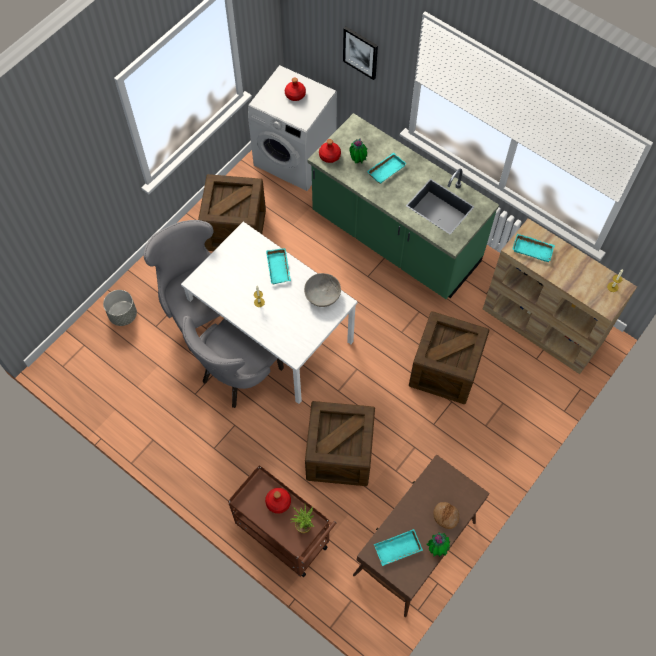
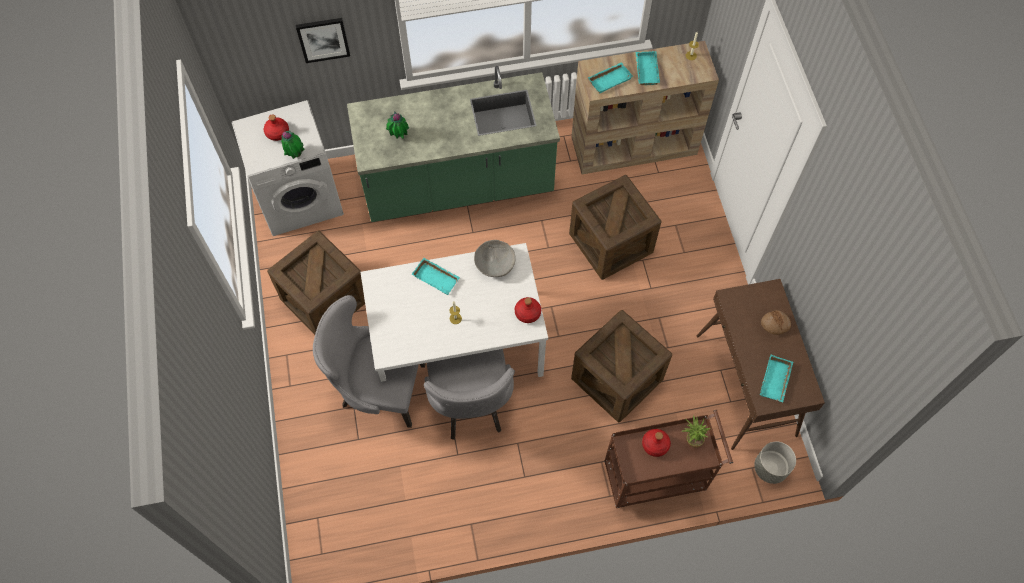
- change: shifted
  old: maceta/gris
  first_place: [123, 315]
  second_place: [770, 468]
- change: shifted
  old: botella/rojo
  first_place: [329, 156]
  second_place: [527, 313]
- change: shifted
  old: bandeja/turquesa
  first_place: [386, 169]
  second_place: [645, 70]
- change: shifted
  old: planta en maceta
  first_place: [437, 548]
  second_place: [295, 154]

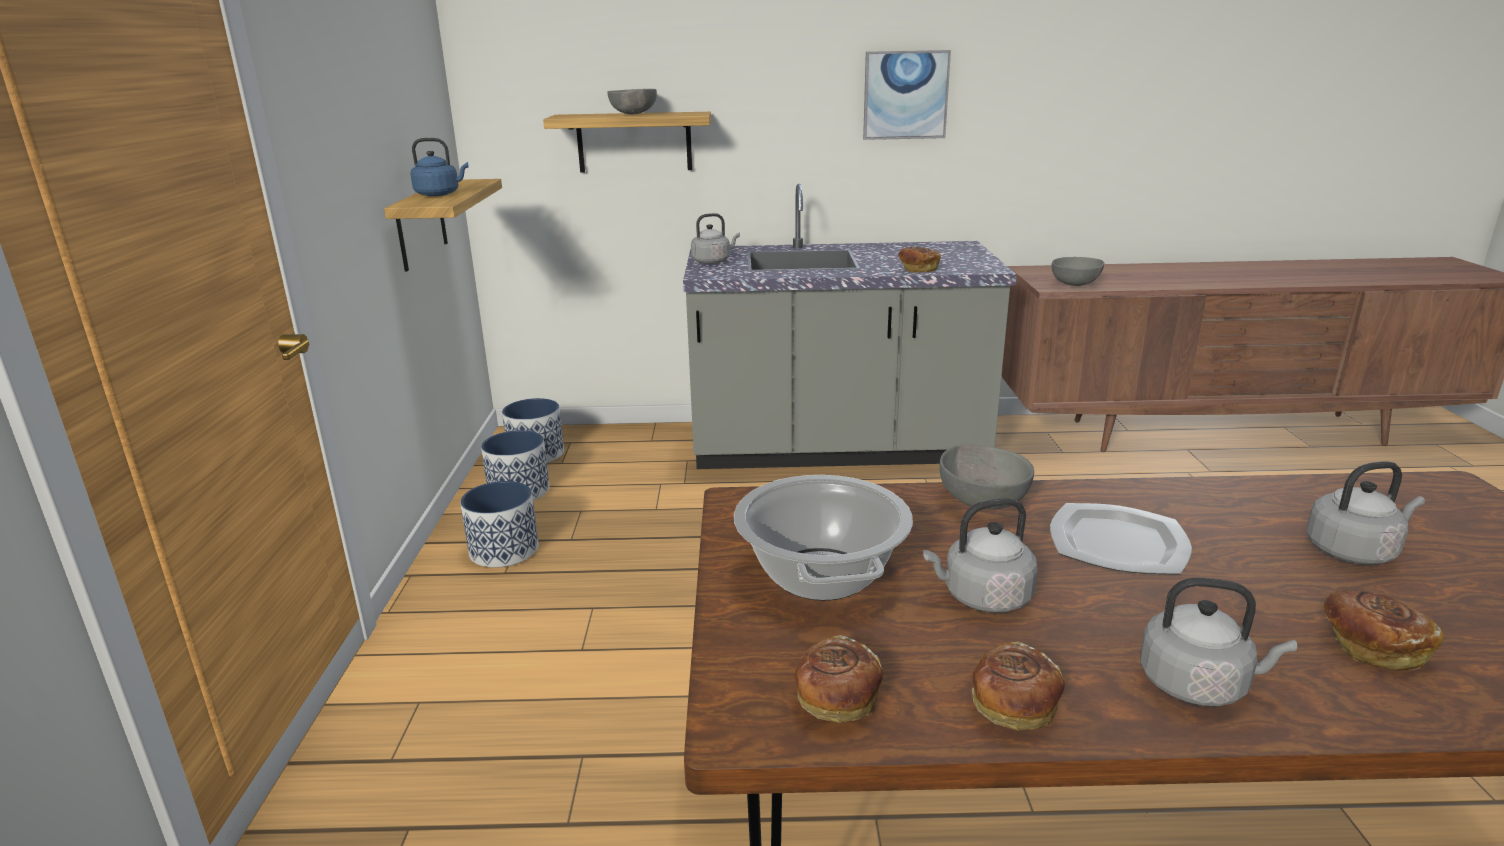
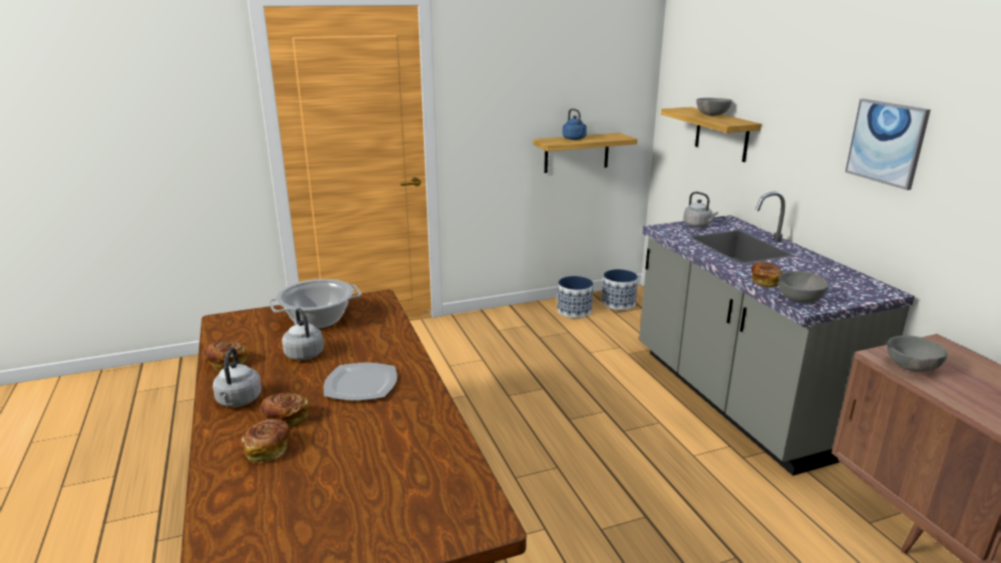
- change: gone
  old: maceta
  first_place: [504, 550]
- change: gone
  old: hervidor/gris
  first_place: [1354, 551]
- change: shifted
  old: pan
  first_place: [836, 701]
  second_place: [285, 419]
- change: shifted
  old: cuenco/gris
  first_place: [983, 500]
  second_place: [801, 299]

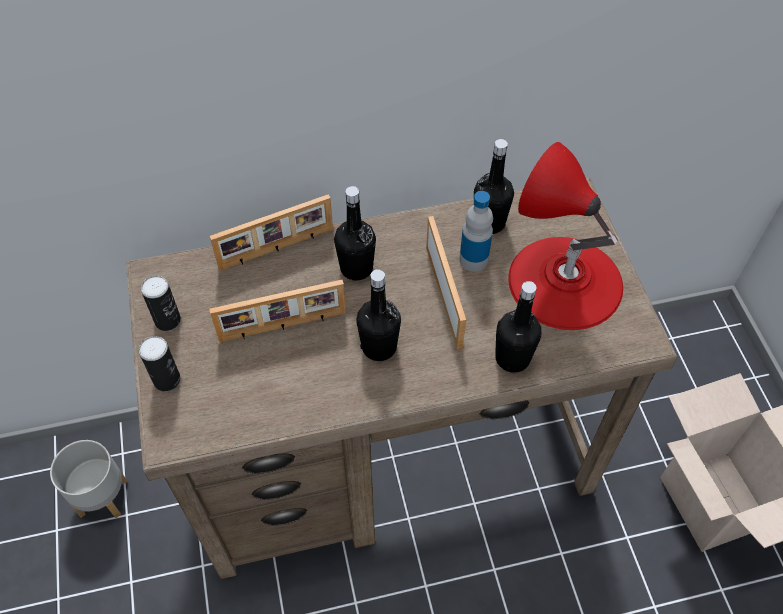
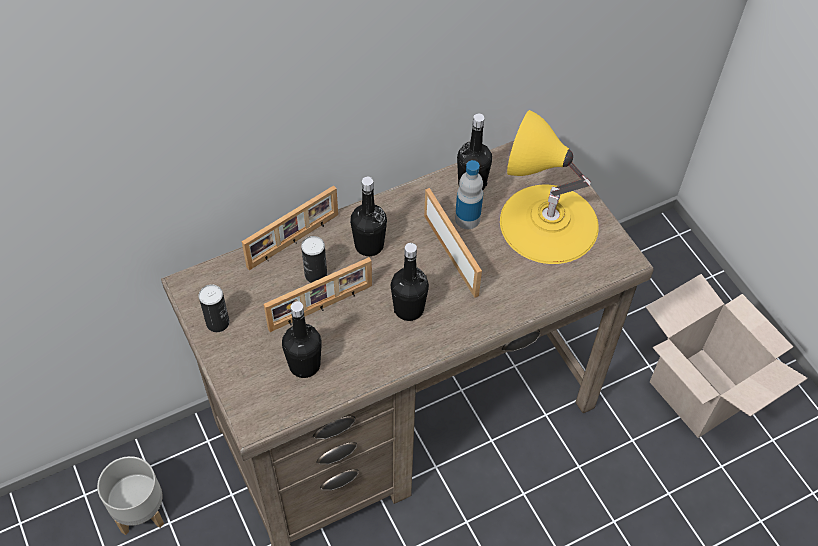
- change: shifted
  old: lata
  first_place: [167, 379]
  second_place: [315, 274]
- change: shifted
  old: botella/negro
  first_place: [512, 358]
  second_place: [304, 365]
- change: repainted
  old: lámpara de mesa/rojo
  new: lámpara de mesa/amarillo
  first_place: [564, 282]
  second_place: [548, 223]

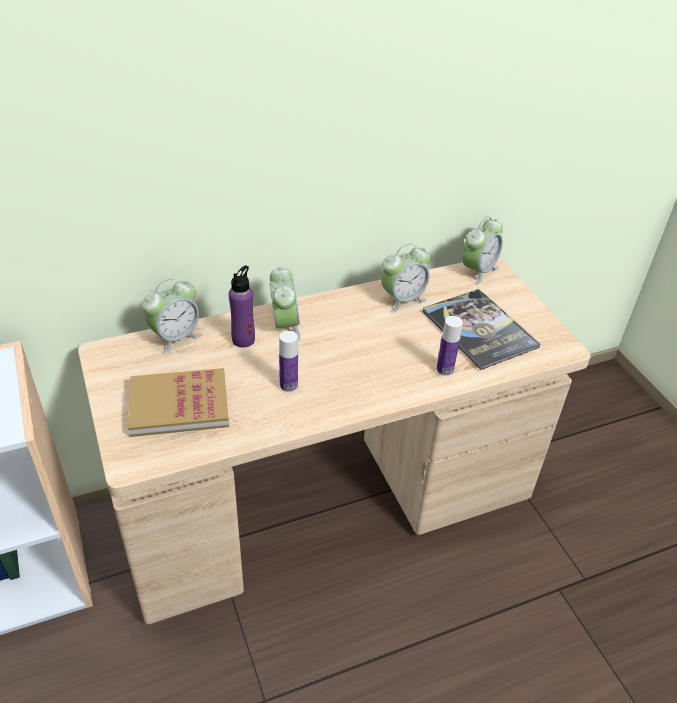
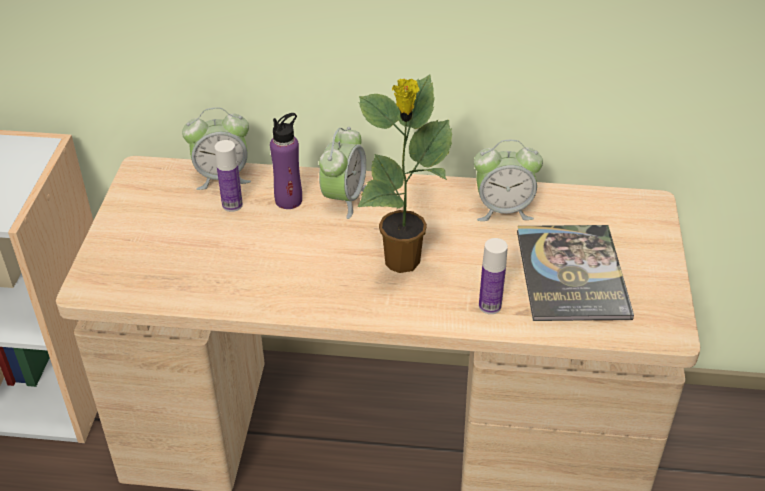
- change: gone
  old: libro
  first_place: [179, 405]
- change: gone
  old: despertador
  first_place: [478, 271]
- change: new
  new: planta en maceta
  second_place: [402, 262]
- change: shifted
  old: botella
  first_place: [288, 385]
  second_place: [232, 205]

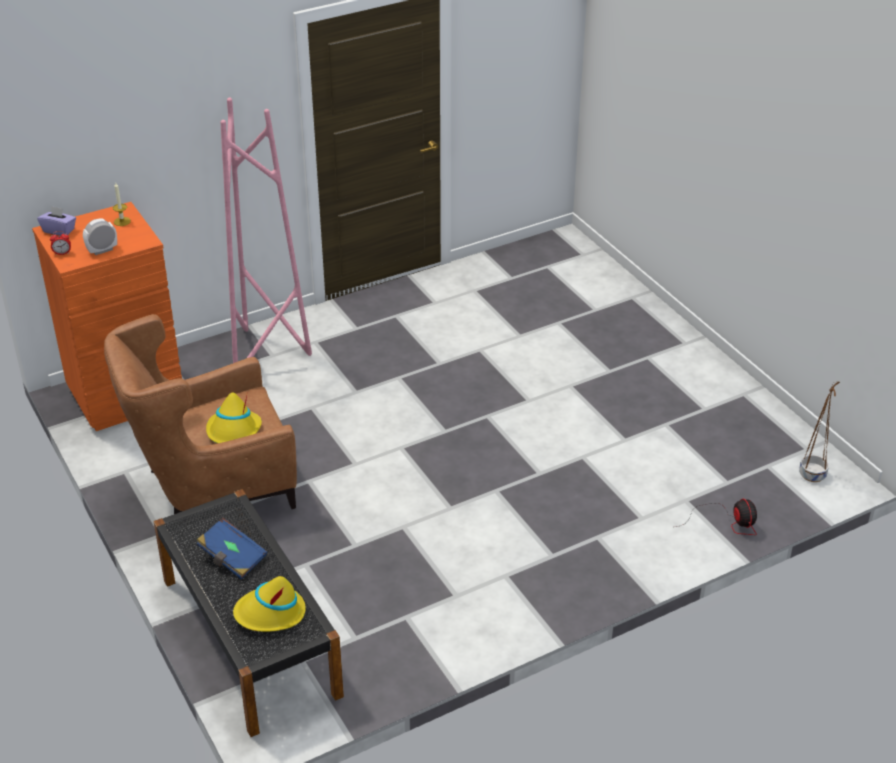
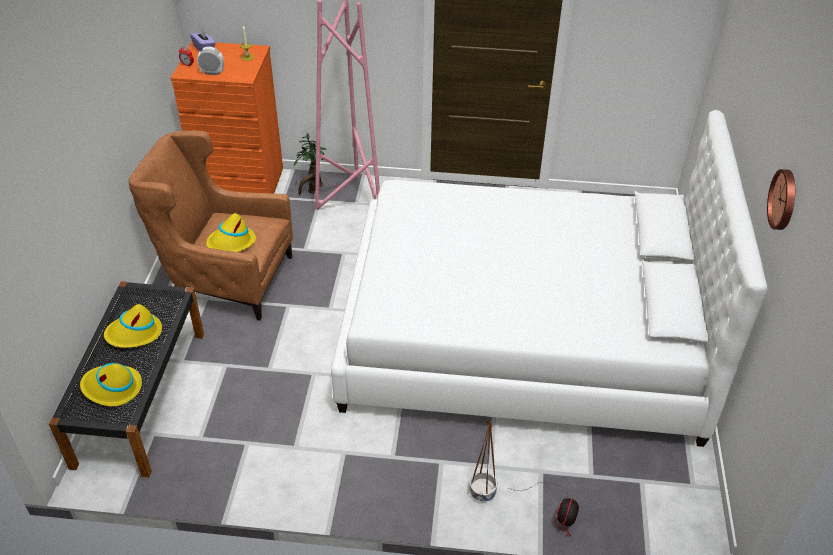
- change: new
  new: planta en maceta
  second_place: [312, 189]
- change: new
  new: cama/blanco
  second_place: [522, 336]
- change: new
  new: reloj de pared
  second_place: [784, 199]
- change: shifted
  old: maceta/marrón
  first_place: [812, 475]
  second_place: [482, 492]
- change: swapped
  old: libro/azul
  new: sombrero/amarillo
  first_place: [232, 558]
  second_place: [134, 334]

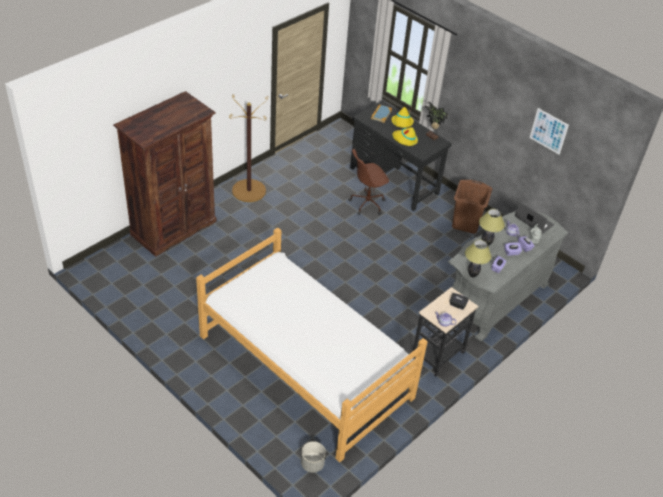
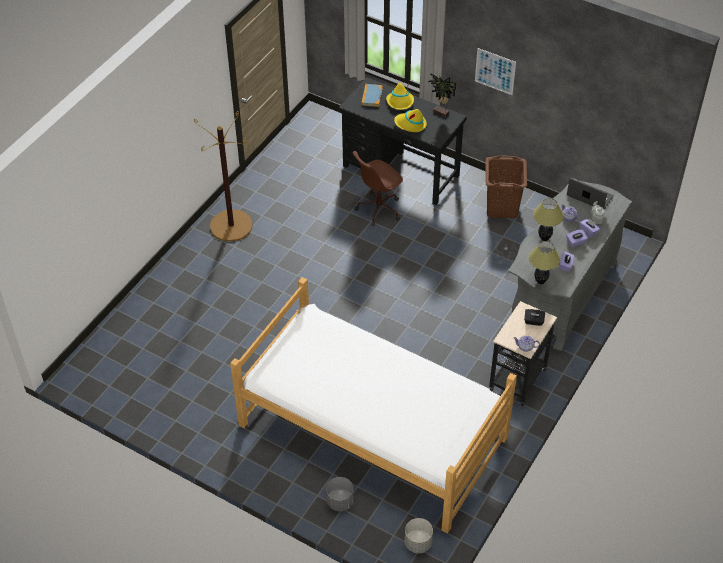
- change: gone
  old: armario ropero/marrón
  first_place: [174, 228]
- change: new
  new: maceta/gris
  second_place: [340, 502]
- change: shifted
  old: cuadro
  first_place: [548, 131]
  second_place: [495, 71]

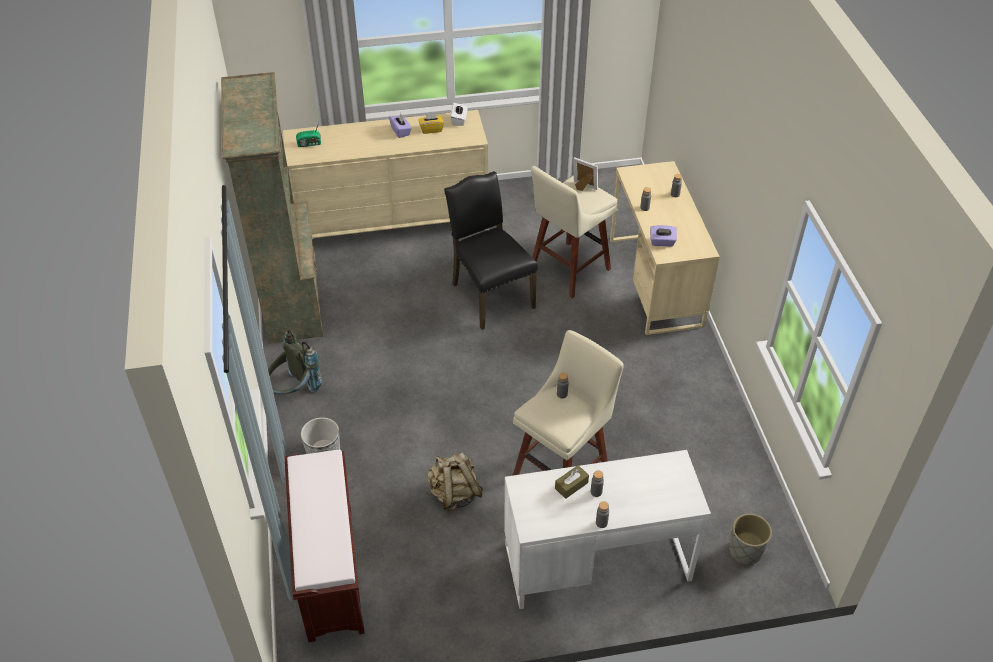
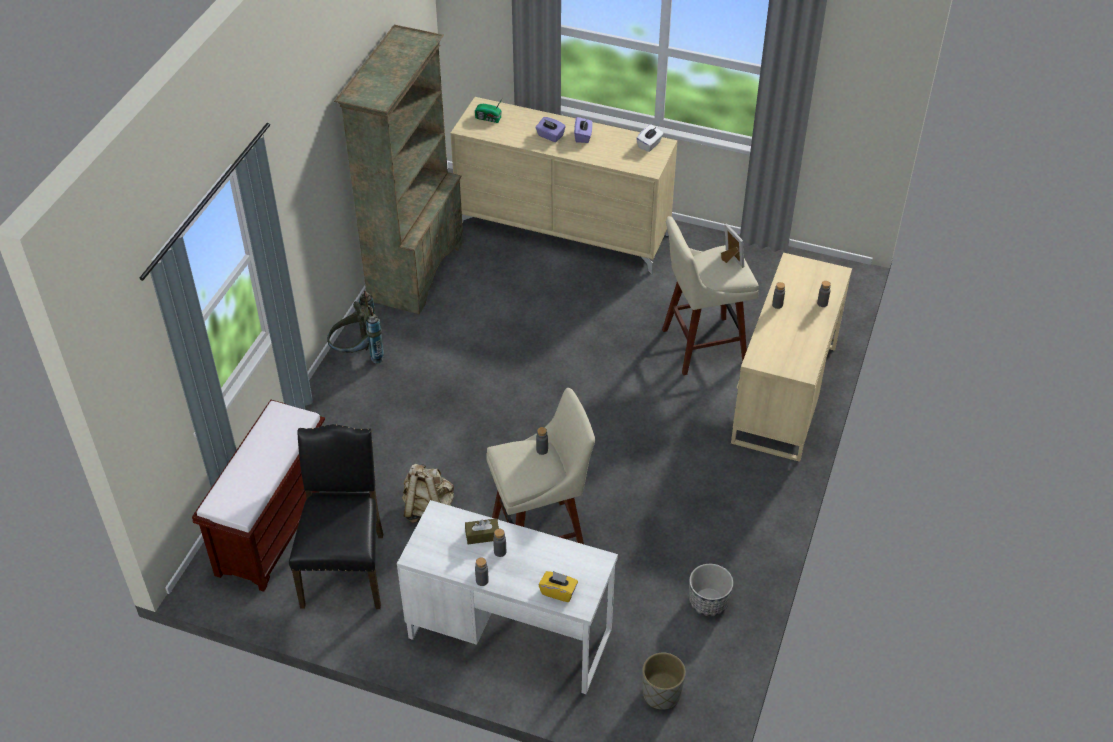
- change: shifted
  old: maceta
  first_place: [323, 451]
  second_place: [708, 602]
- change: shifted
  old: caja de pañuelos/amarillo
  first_place: [431, 129]
  second_place: [558, 592]
- change: shifted
  old: silla/negro
  first_place: [490, 295]
  second_place: [346, 567]
- change: shifted
  old: caja de pañuelos/morado
  first_place: [662, 242]
  second_place: [550, 136]

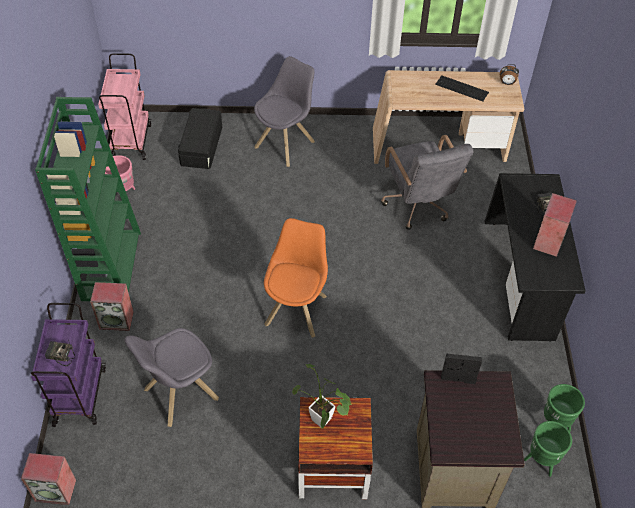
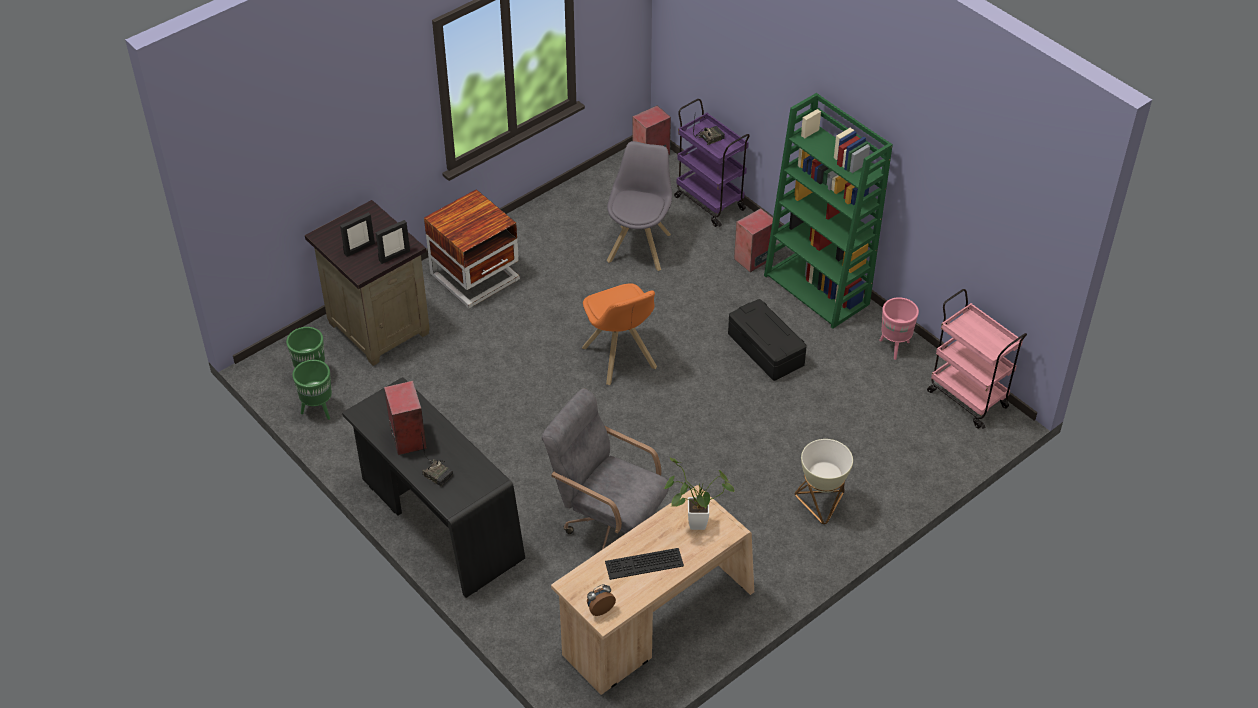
- change: new
  new: portarretratos
  second_place: [359, 248]
- change: shifted
  old: caja de almacenaje/negro
  first_place: [202, 147]
  second_place: [764, 350]
- change: shifted
  old: planta en maceta
  first_place: [324, 423]
  second_place: [692, 523]
- change: swapped
  old: silla/gris
  new: maceta
  first_place: [285, 144]
  second_place: [820, 504]

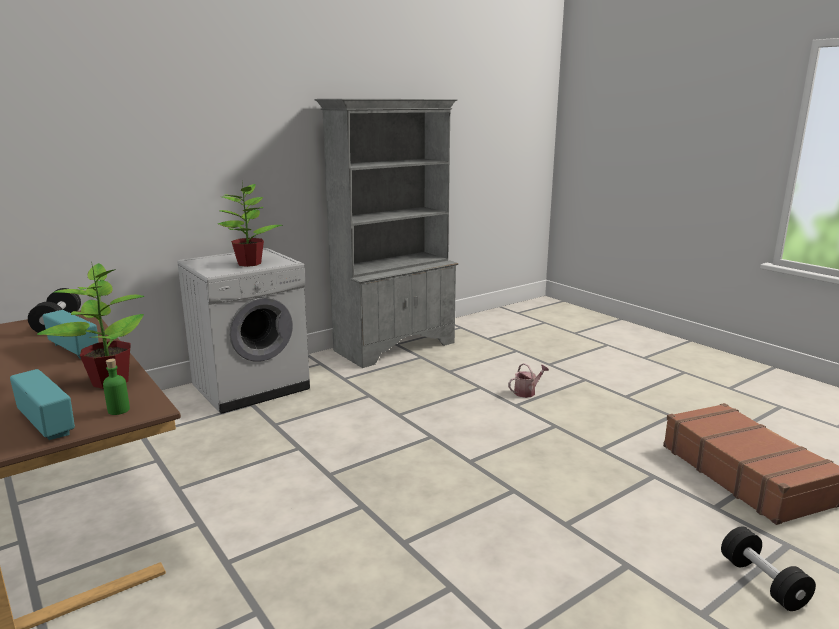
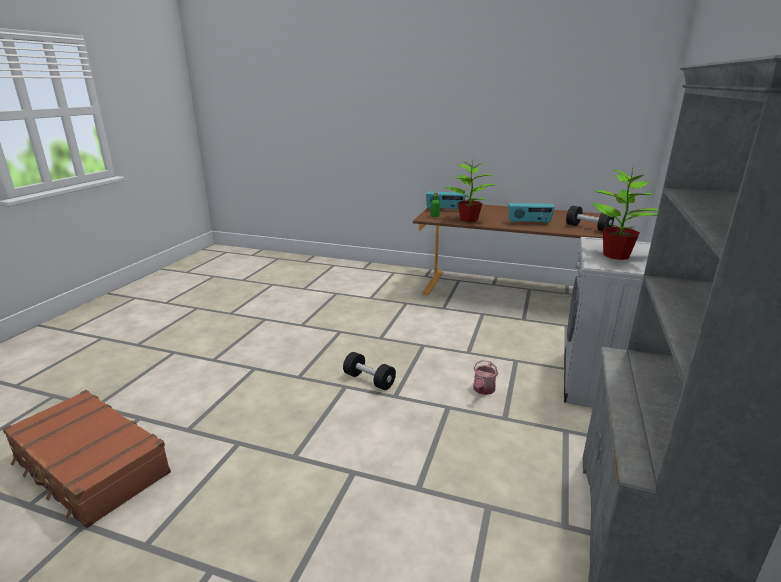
- change: shifted
  old: regadera
  first_place: [527, 392]
  second_place: [483, 390]
- change: shifted
  old: mancuerna/negro
  first_place: [762, 582]
  second_place: [369, 380]

